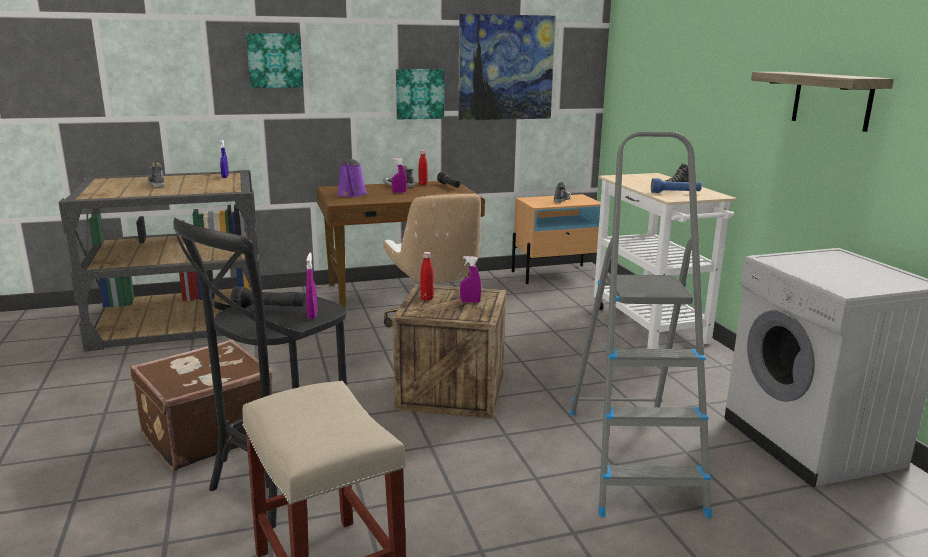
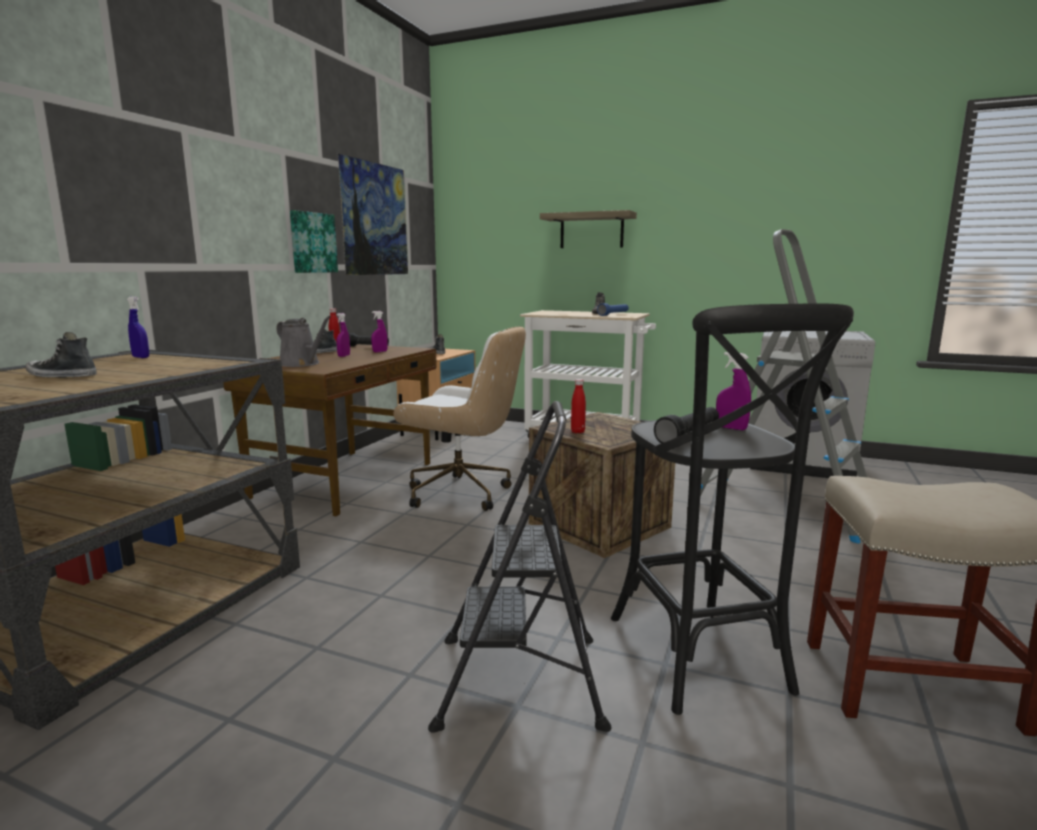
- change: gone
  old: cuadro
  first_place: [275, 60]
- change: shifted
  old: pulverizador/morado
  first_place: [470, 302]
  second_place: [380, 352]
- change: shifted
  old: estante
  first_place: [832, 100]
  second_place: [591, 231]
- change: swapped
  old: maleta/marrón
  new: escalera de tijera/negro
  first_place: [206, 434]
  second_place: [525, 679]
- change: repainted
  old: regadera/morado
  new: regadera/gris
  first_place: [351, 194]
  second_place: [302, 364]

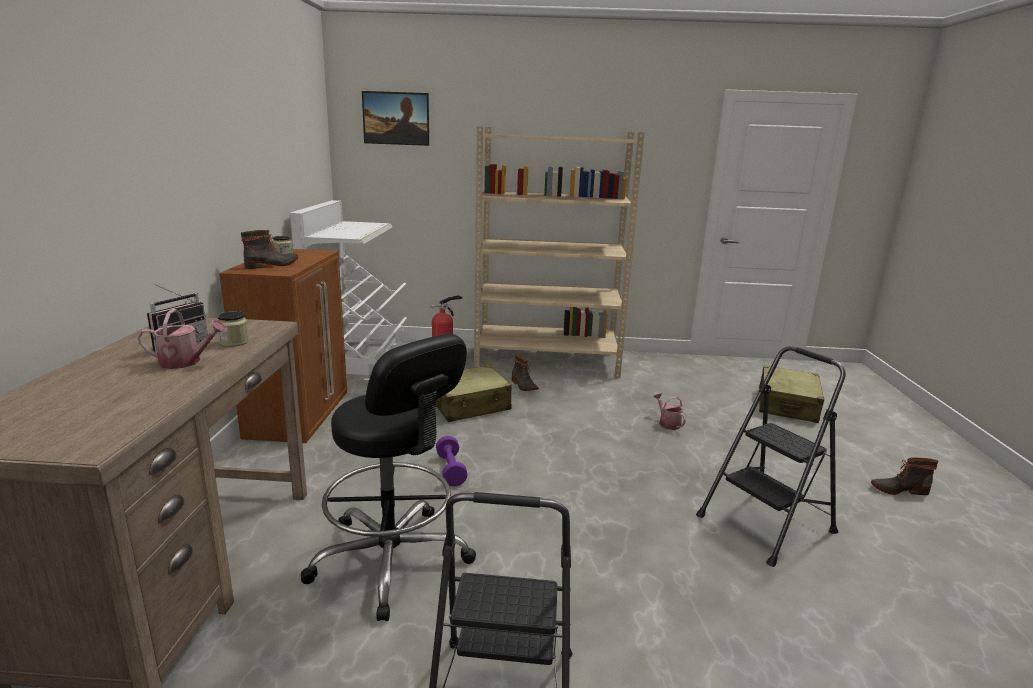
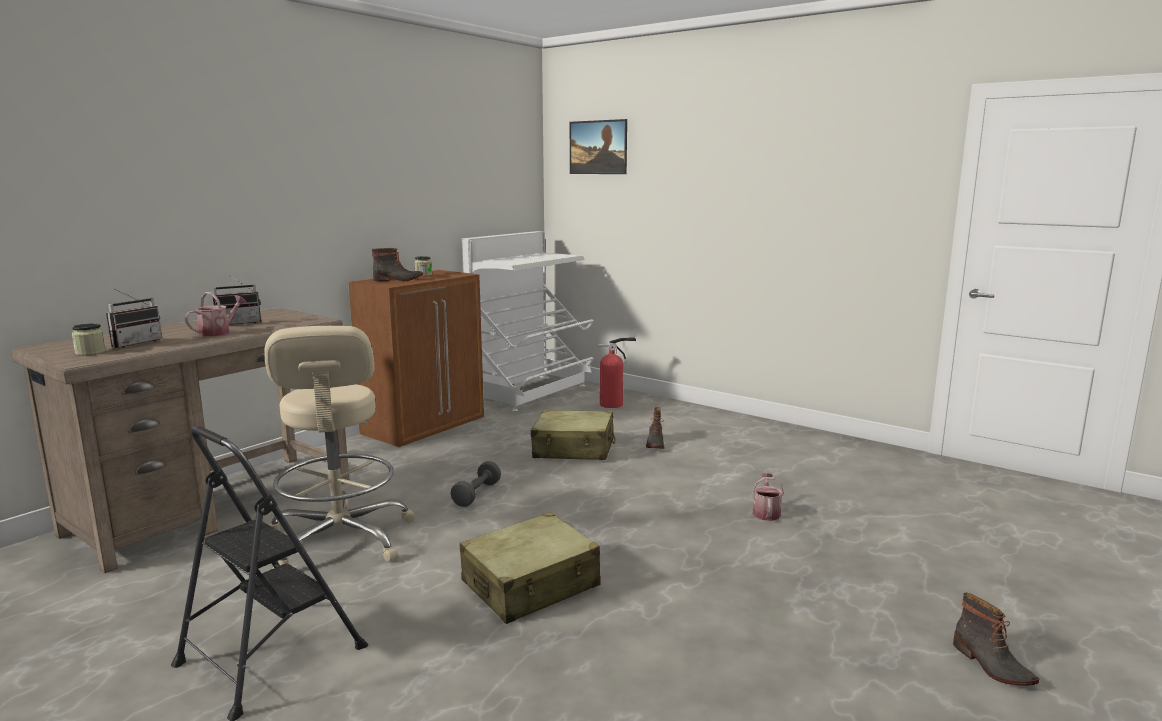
- change: gone
  old: estantería/beis
  first_place: [547, 360]
- change: gone
  old: escalera de tijera/negro
  first_place: [768, 522]
- change: new
  new: radio
  second_place: [135, 343]
- change: shifted
  old: tarro
  first_place: [234, 342]
  second_place: [90, 352]
- change: shifted
  old: maleta/beis
  first_place: [787, 405]
  second_place: [531, 584]
- change: repainted
  old: taburete/negro
  new: taburete/beis
  first_place: [392, 560]
  second_place: [339, 541]
- change: repainted
  old: mancuerna/morado
  new: mancuerna/gris
  first_place: [451, 470]
  second_place: [476, 494]
- change: rotated
  old: regadera
  first_place: [186, 362]
  second_place: [218, 332]
  degrees: -90
- change: rotated
  old: bota
  first_place: [898, 489]
  second_place: [991, 665]
  degrees: -150

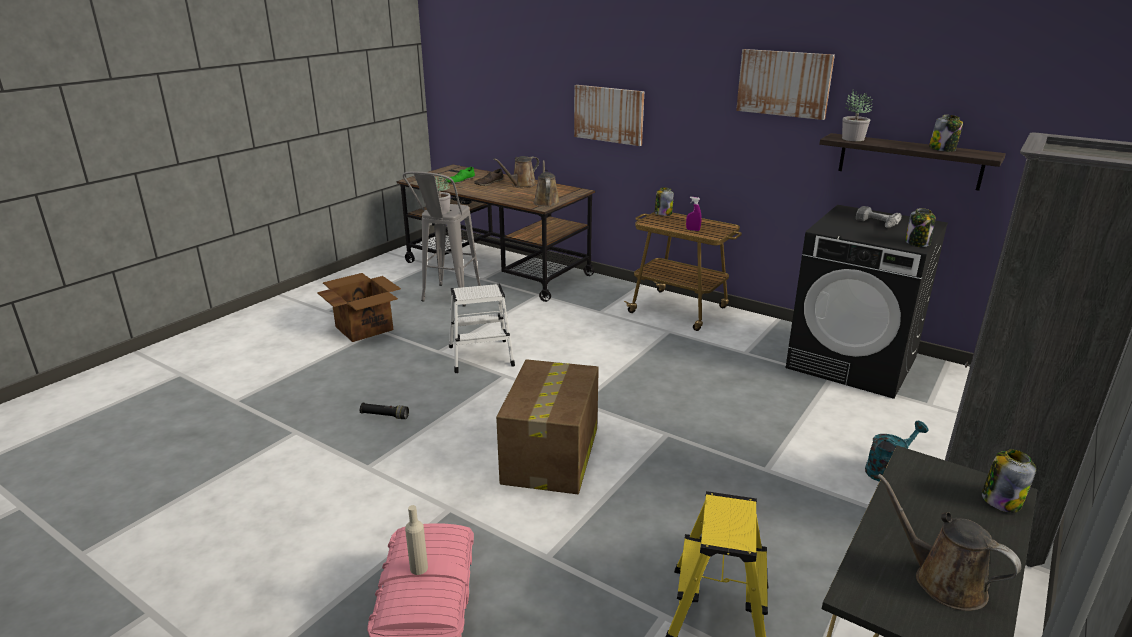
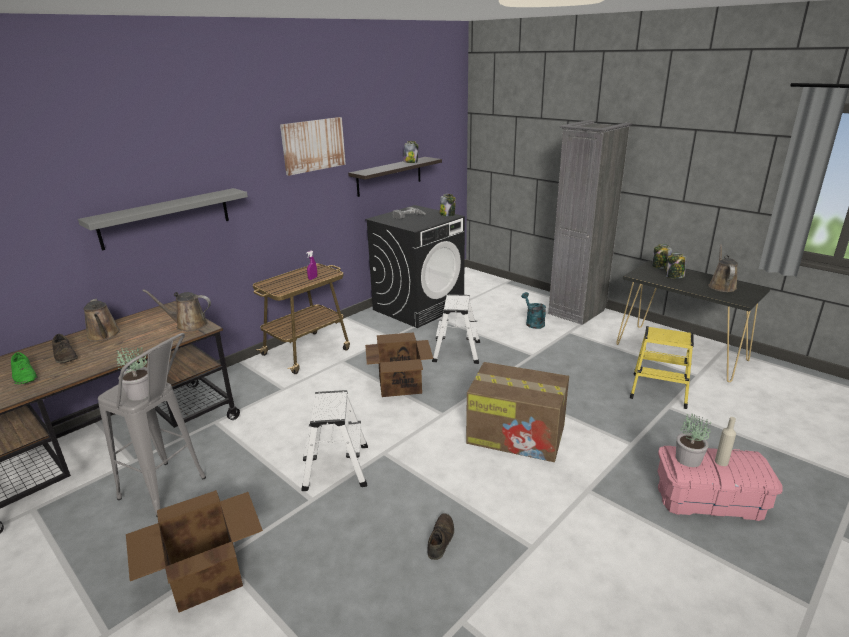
- change: new
  new: caja de cartón
  second_place: [400, 384]
- change: new
  new: escalera de tijera/blanco
  second_place: [456, 351]
- change: shifted
  old: tarro
  first_place: [663, 214]
  second_place: [674, 276]
- change: shifted
  old: planta en maceta
  first_place: [852, 139]
  second_place: [688, 459]
- change: swapped
  old: linterna/negro
  new: zapato/marrón
  first_place: [385, 416]
  second_place: [440, 539]
- change: swapped
  old: cuadro
  new: estante/gris
  first_place: [609, 114]
  second_place: [166, 218]
- change: rotated
  old: regadera/marrón
  first_place: [943, 581]
  second_place: [721, 286]
  degrees: 135

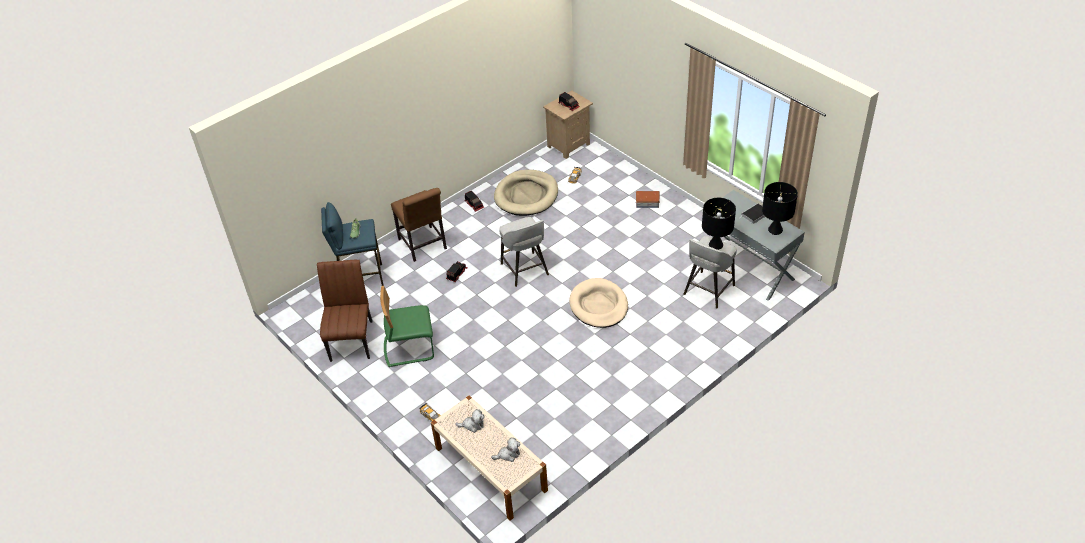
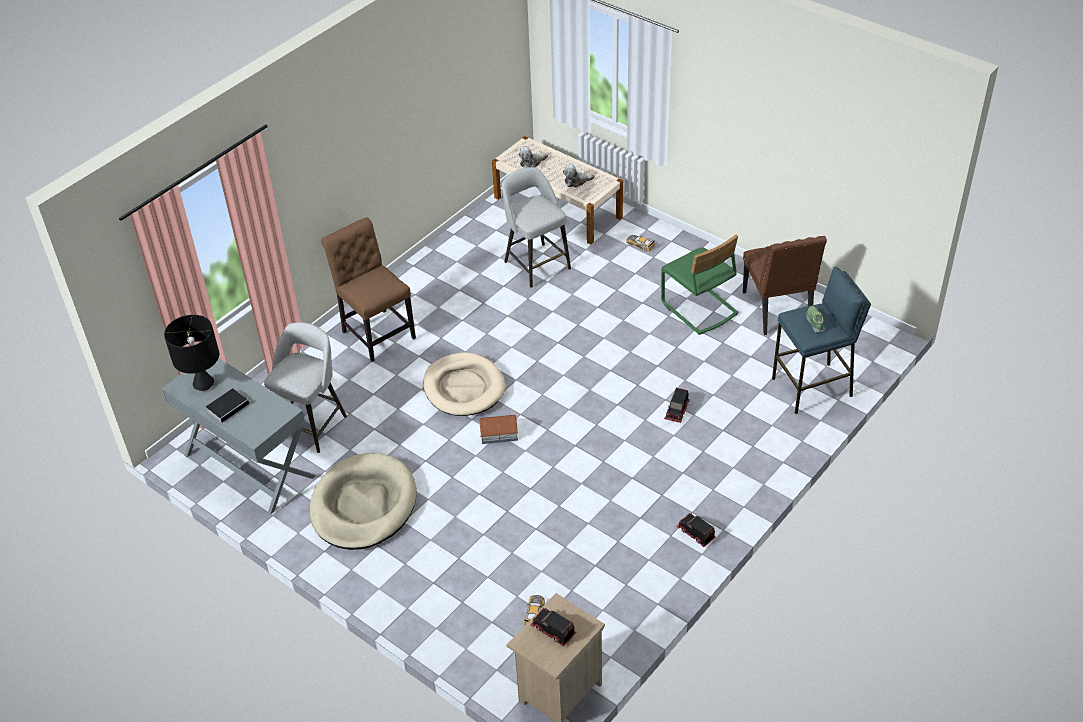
- change: gone
  old: lámpara de mesa/negro
  first_place: [715, 246]
- change: shifted
  old: silla/marrón
  first_place: [423, 246]
  second_place: [376, 332]
- change: shifted
  old: cama para perro/beis
  first_place: [526, 195]
  second_place: [363, 505]
- change: shifted
  old: taburete/gris
  first_place: [525, 270]
  second_place: [536, 264]
- change: shifted
  old: casita
  first_place: [647, 202]
  second_place: [499, 433]
- change: rotated
  old: silla/verde
  first_place: [409, 348]
  second_place: [698, 309]
  degrees: 75

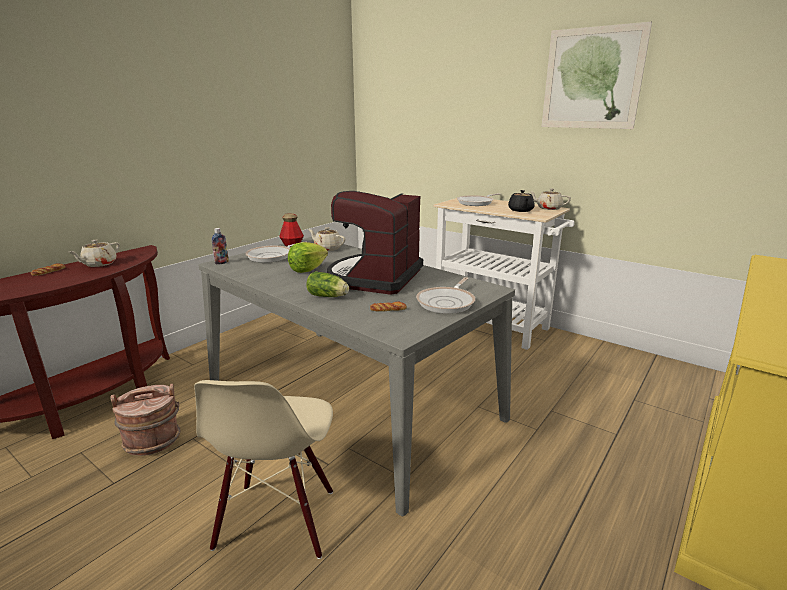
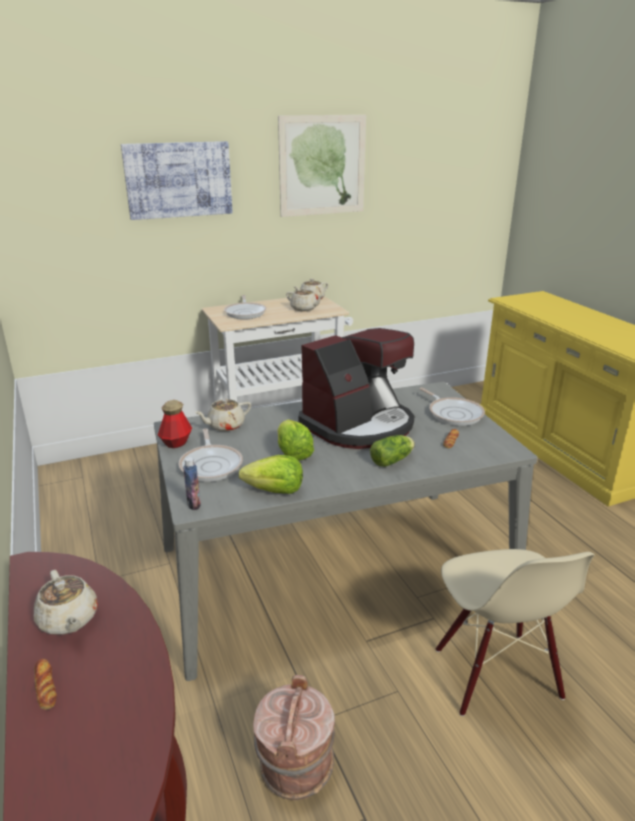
- change: new
  new: cuadro
  second_place: [178, 180]
- change: new
  new: lechuga
  second_place: [275, 491]
- change: repainted
  old: tetera/negro
  new: tetera/beis
  first_place: [520, 210]
  second_place: [304, 309]
- change: rotated
  old: silla/beis
  first_place: [277, 520]
  second_place: [495, 674]
  degrees: 45
- change: rotated
  old: cafetera
  first_place: [375, 277]
  second_place: [359, 425]
  degrees: -90

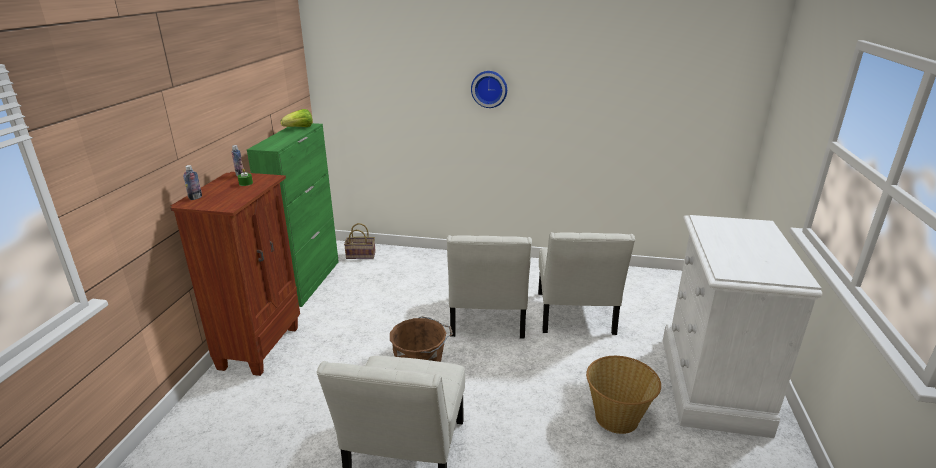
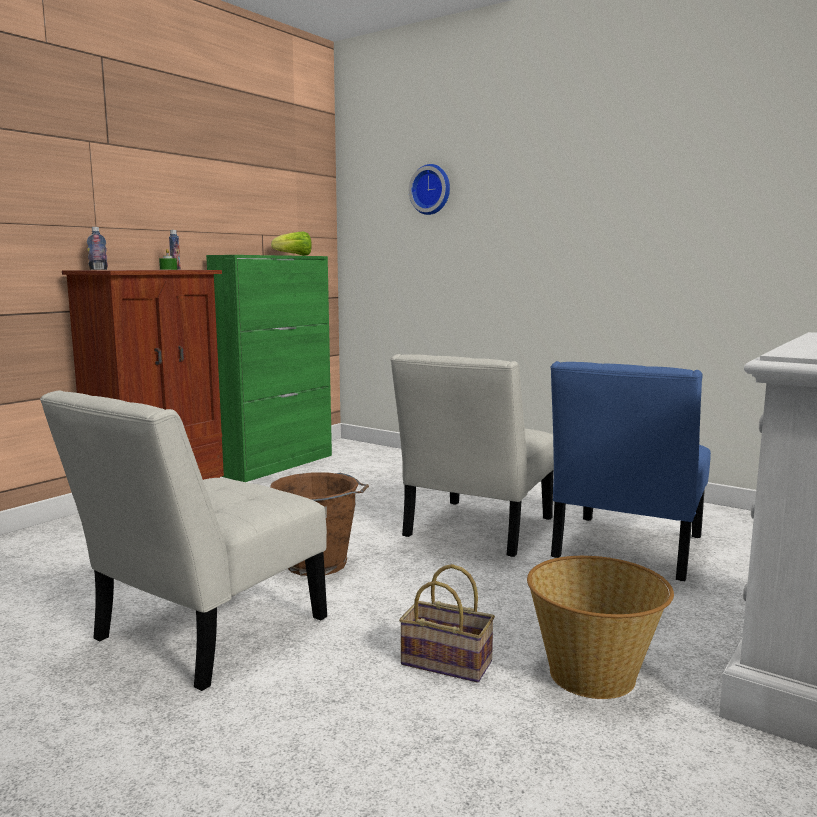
- change: shifted
  old: cesta
  first_place: [361, 255]
  second_place: [449, 662]
- change: shifted
  old: reloj de pared
  first_place: [489, 88]
  second_place: [431, 190]
- change: repainted
  old: silla/blanco
  new: silla/azul
  first_place: [575, 316]
  second_place: [625, 550]

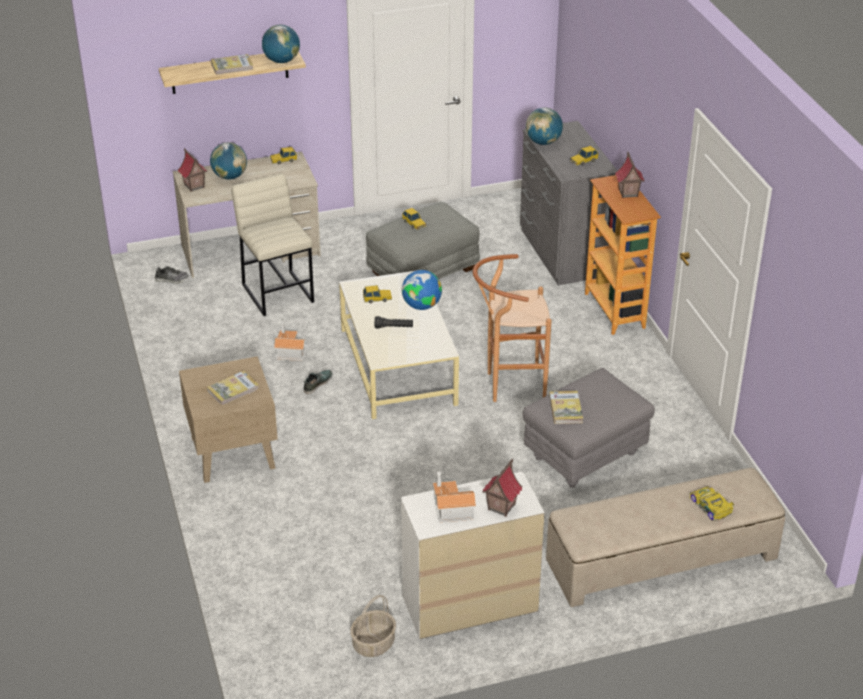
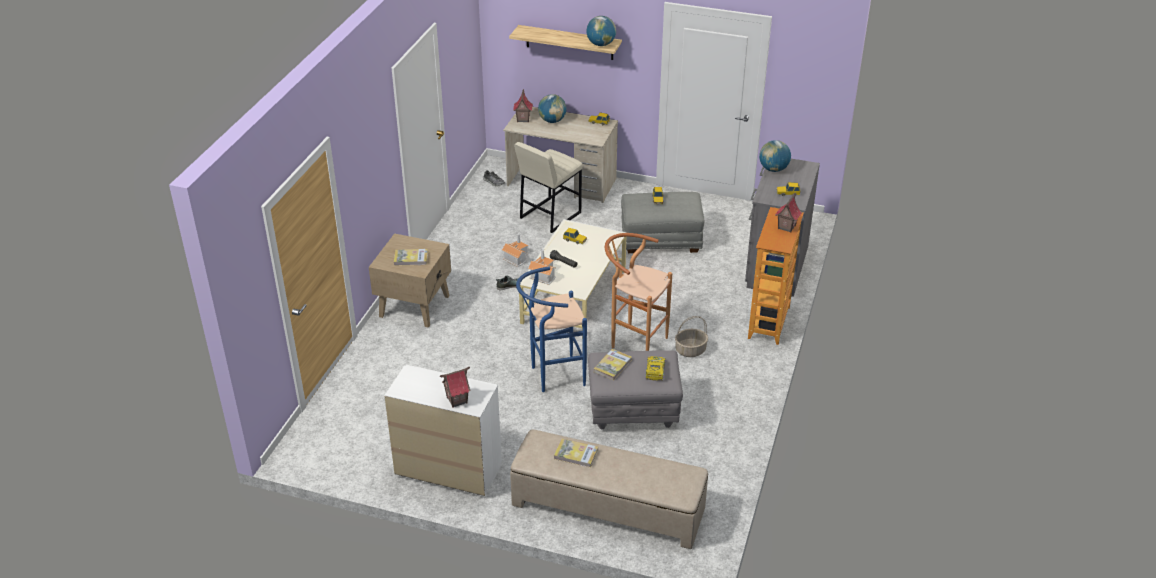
- change: gone
  old: globo terráqueo
  first_place: [421, 306]
- change: new
  new: taburete/azul
  second_place: [552, 376]
- change: shifted
  old: libro
  first_place: [232, 66]
  second_place: [576, 454]
- change: shifted
  old: cesta
  first_place: [373, 643]
  second_place: [690, 350]
- change: shifted
  old: casita
  first_place: [450, 508]
  second_place: [543, 274]
- change: shifted
  old: coche de juguete
  first_place: [711, 507]
  second_place: [655, 371]
- change: rotated
  old: silla/beis
  first_place: [277, 292]
  second_place: [549, 216]
  degrees: -150

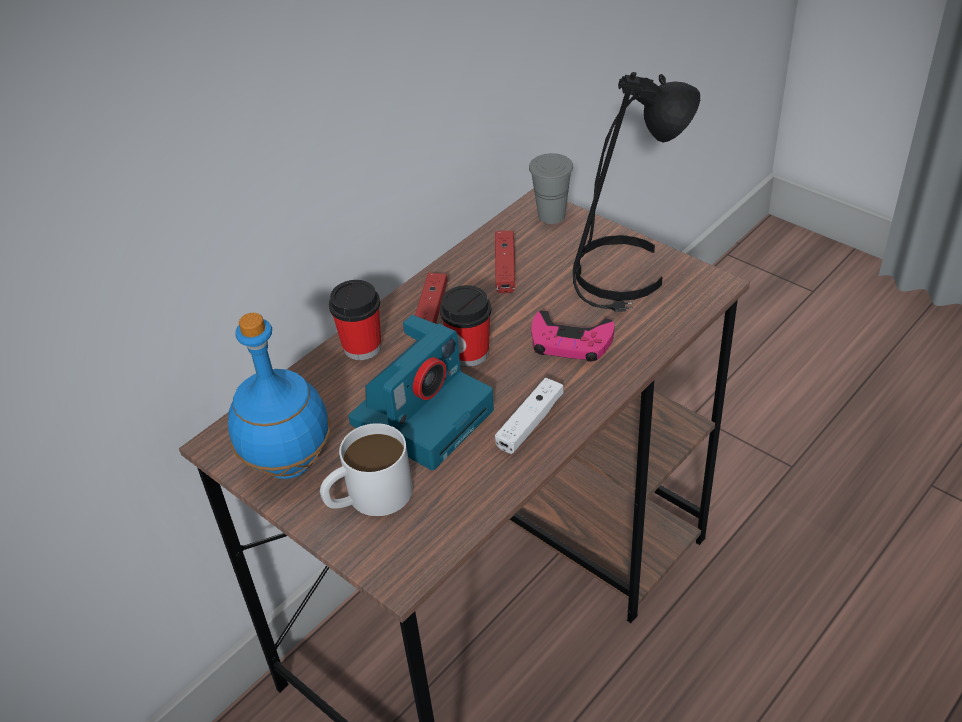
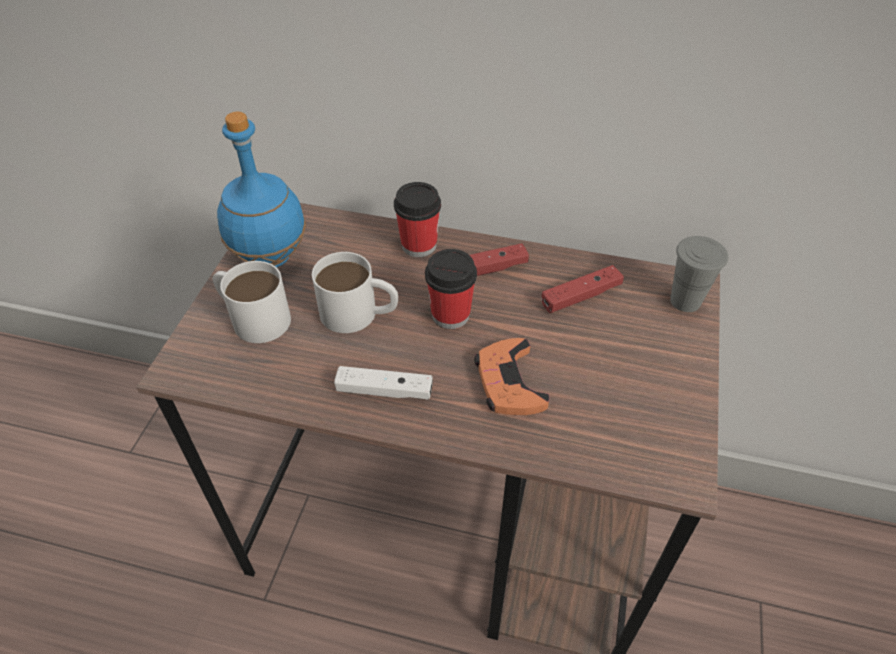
- change: gone
  old: lámpara de mesa/negro
  first_place: [621, 275]
- change: swapped
  old: cámara
  new: taza grande/blanco
  first_place: [423, 414]
  second_place: [359, 313]
- change: repainted
  old: mando de consola/rosa
  new: mando de consola/naranja
  first_place: [570, 342]
  second_place: [509, 382]

